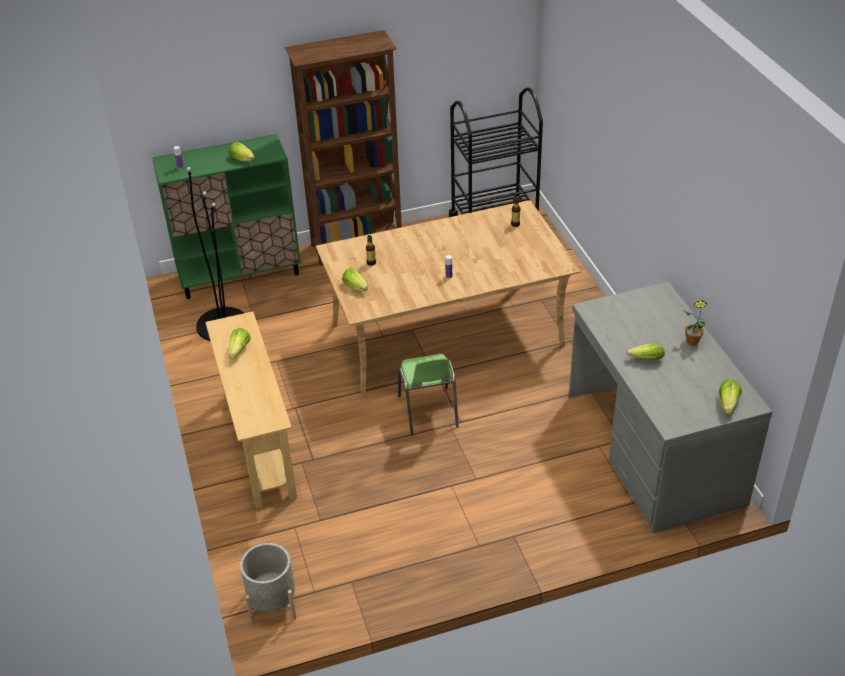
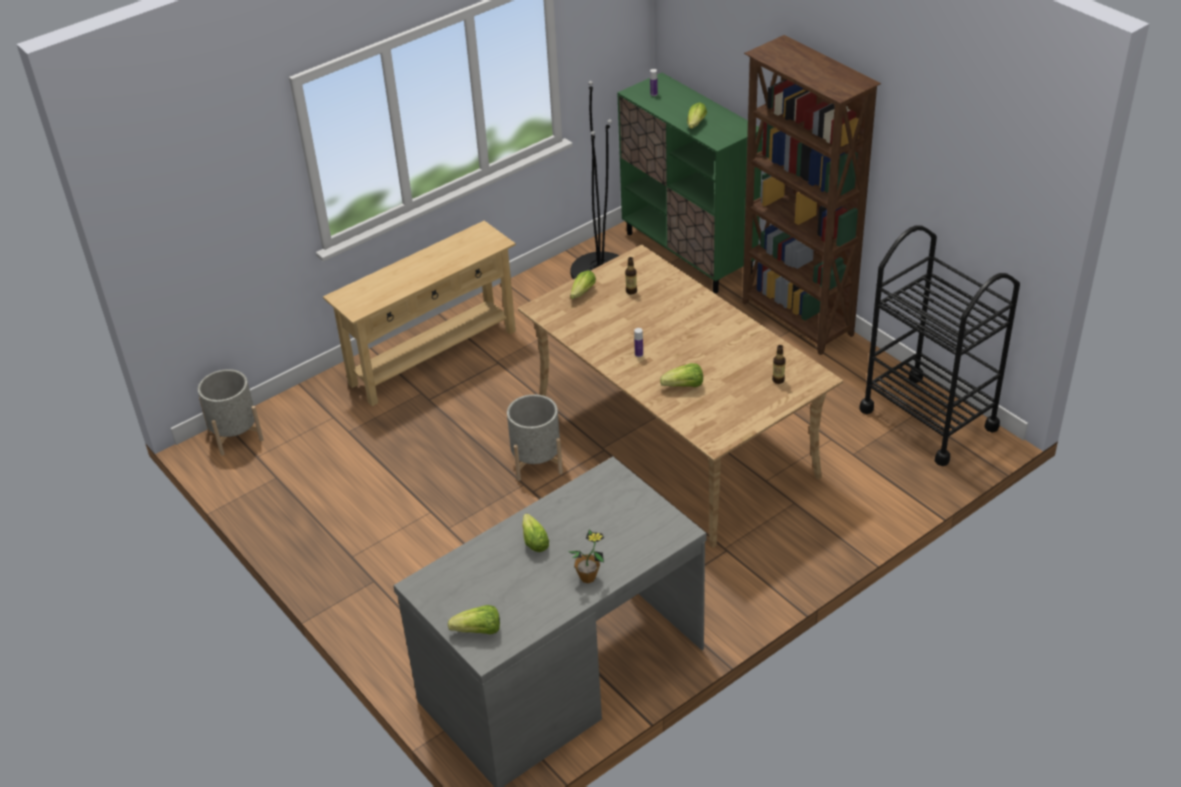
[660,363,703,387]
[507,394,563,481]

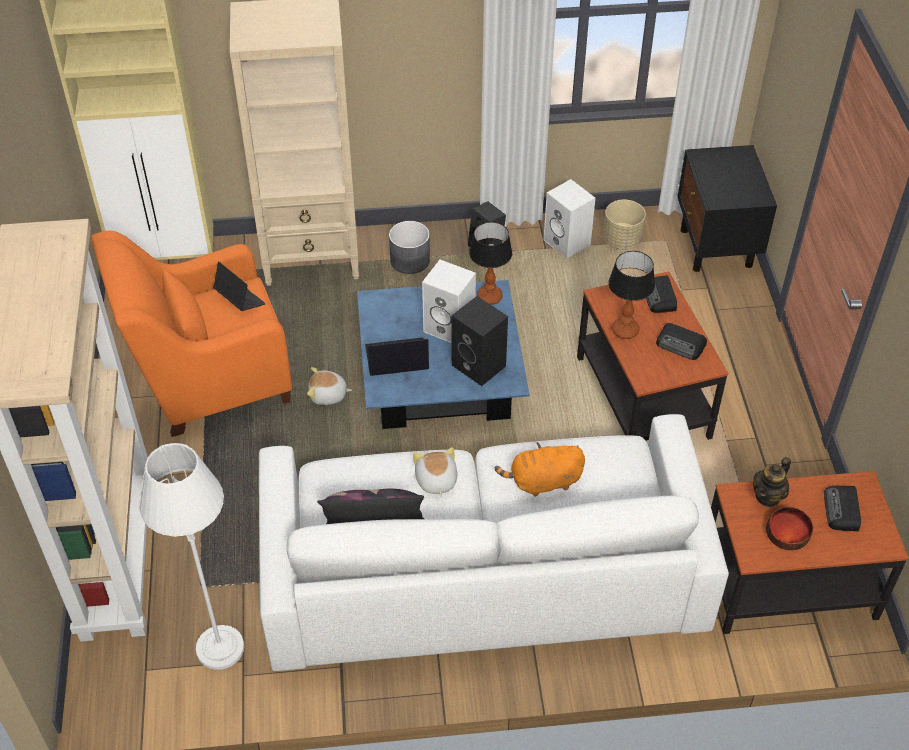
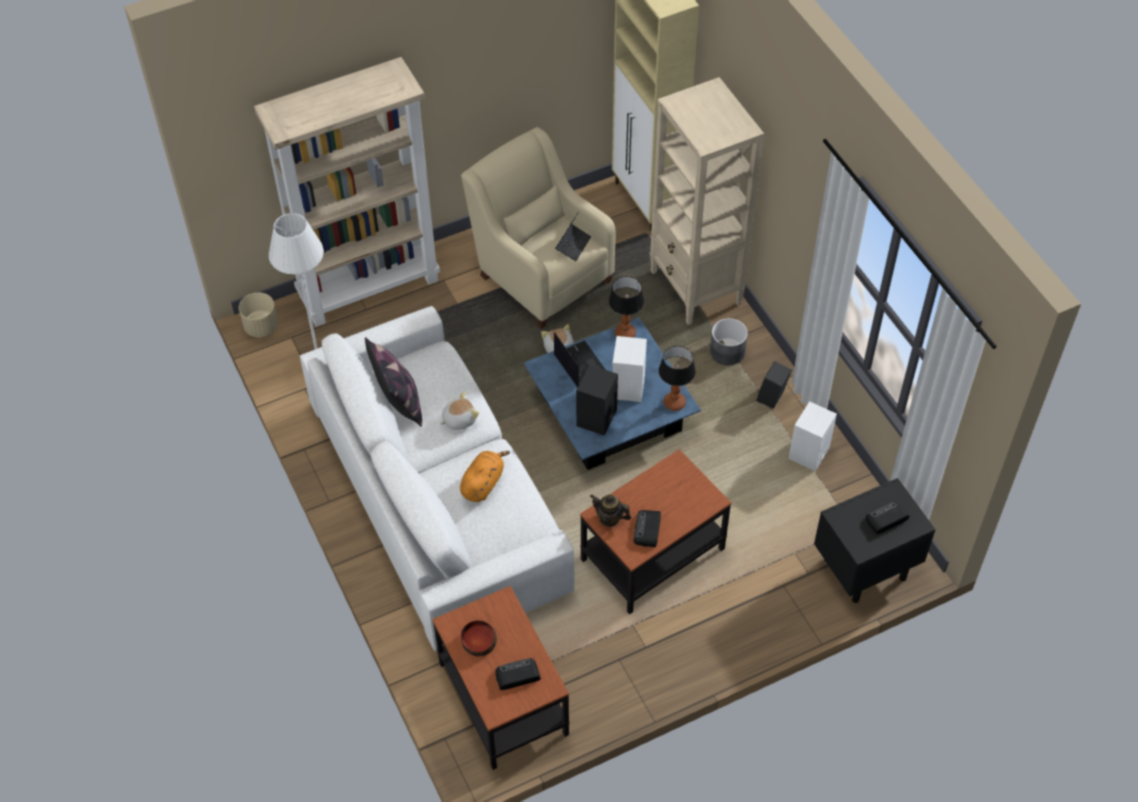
[461,127,615,329]
[460,451,510,502]
[239,293,278,337]
[608,276,644,338]
[866,501,909,534]
[590,494,631,527]

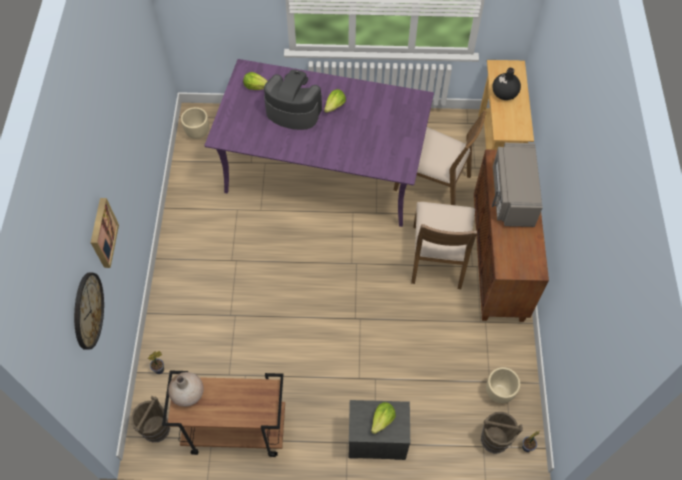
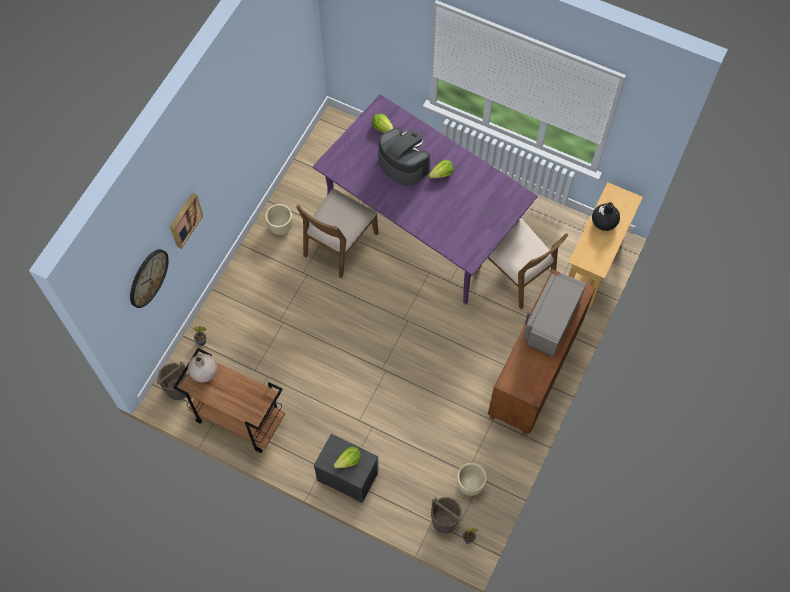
[265,204,293,235]
[296,188,379,278]

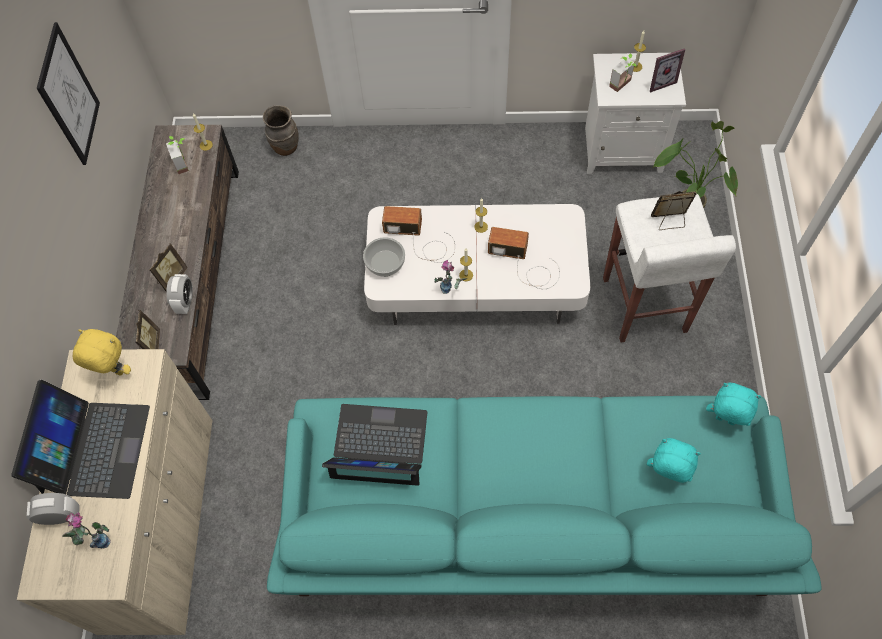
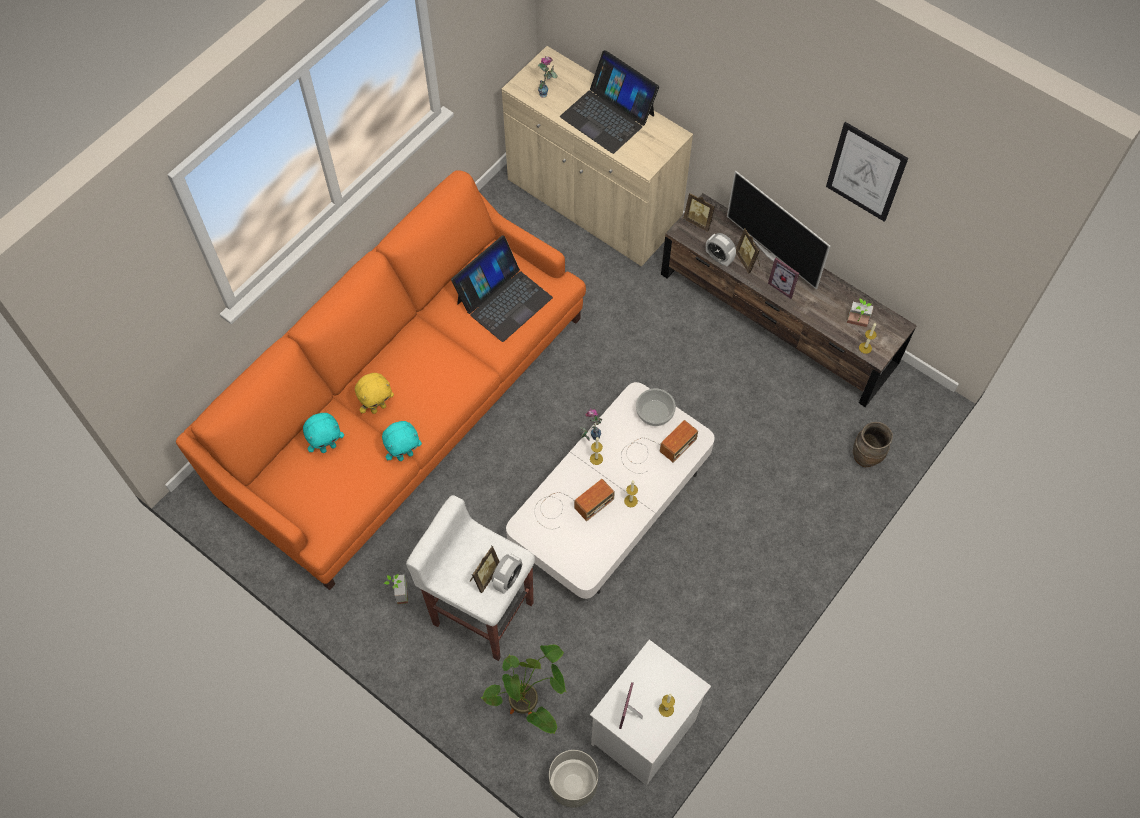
[492,554,522,594]
[355,373,394,414]
[176,170,586,590]
[384,574,408,604]
[382,421,422,461]
[549,750,598,808]
[727,171,830,290]
[768,258,799,299]

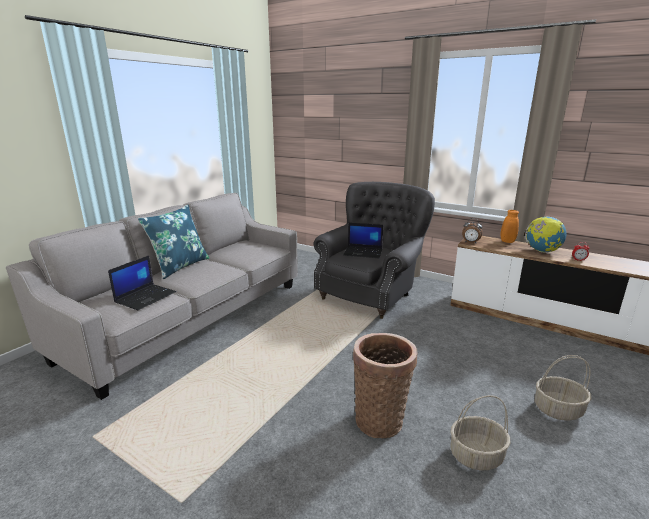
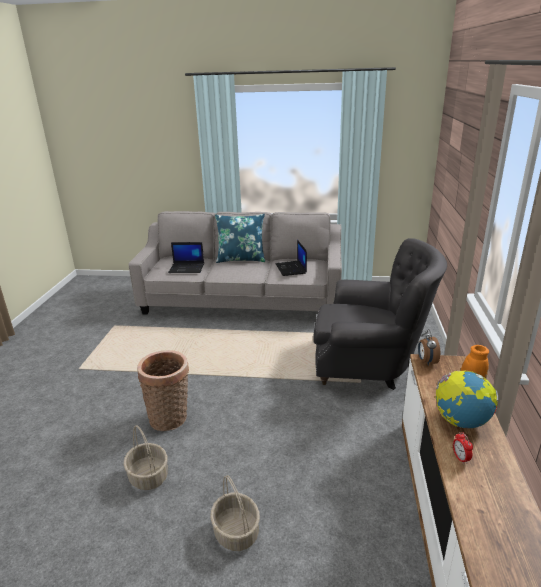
[276,240,307,276]

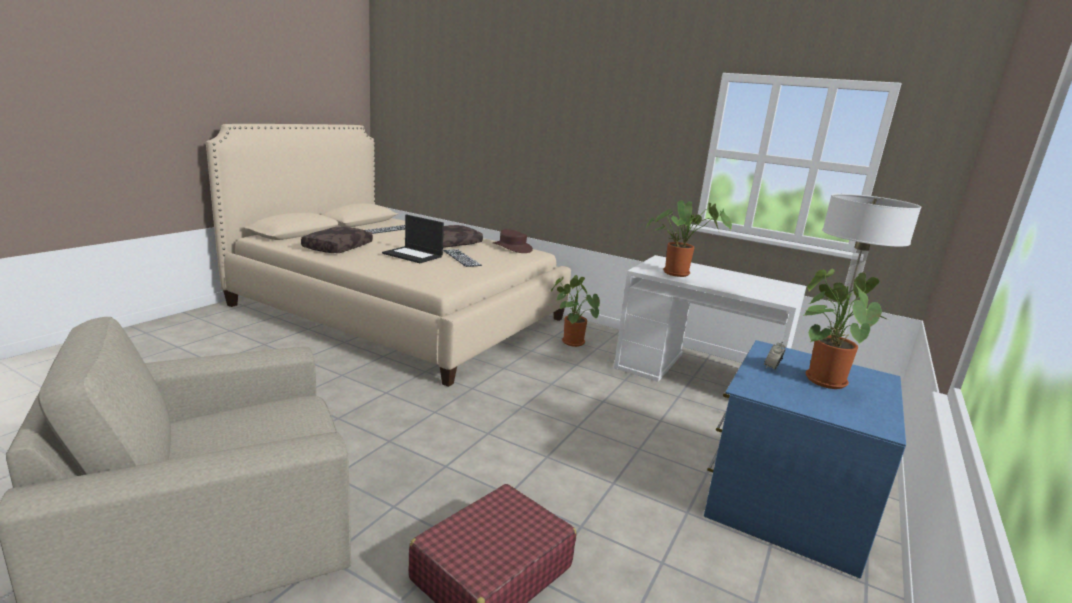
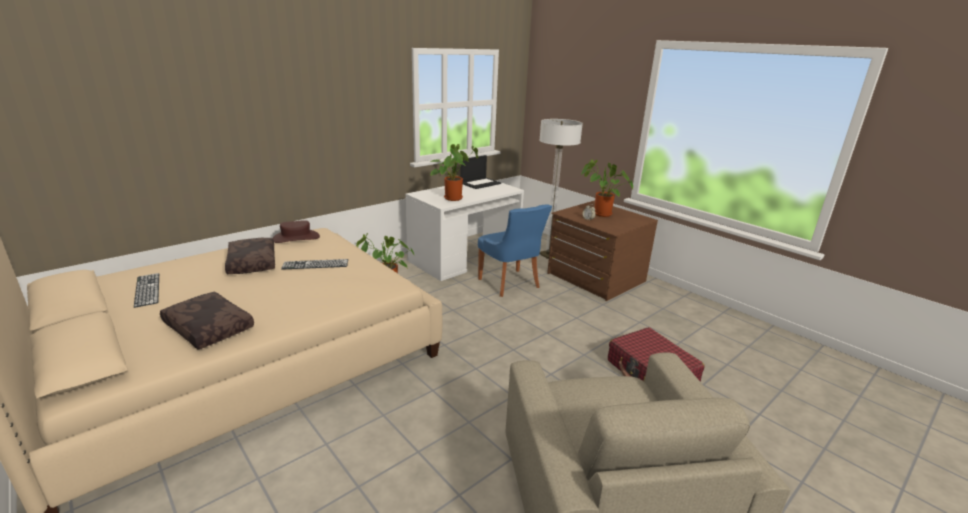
[460,155,501,189]
[547,200,658,301]
[478,205,552,297]

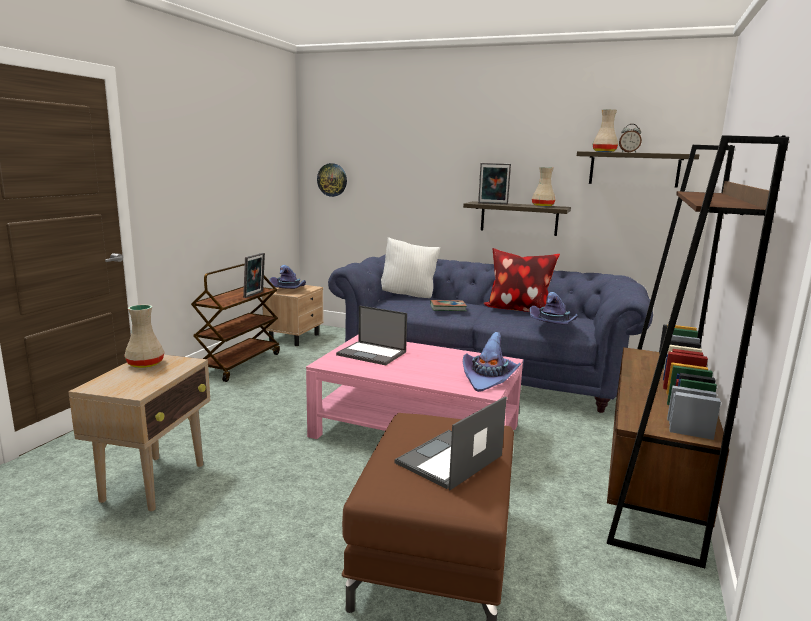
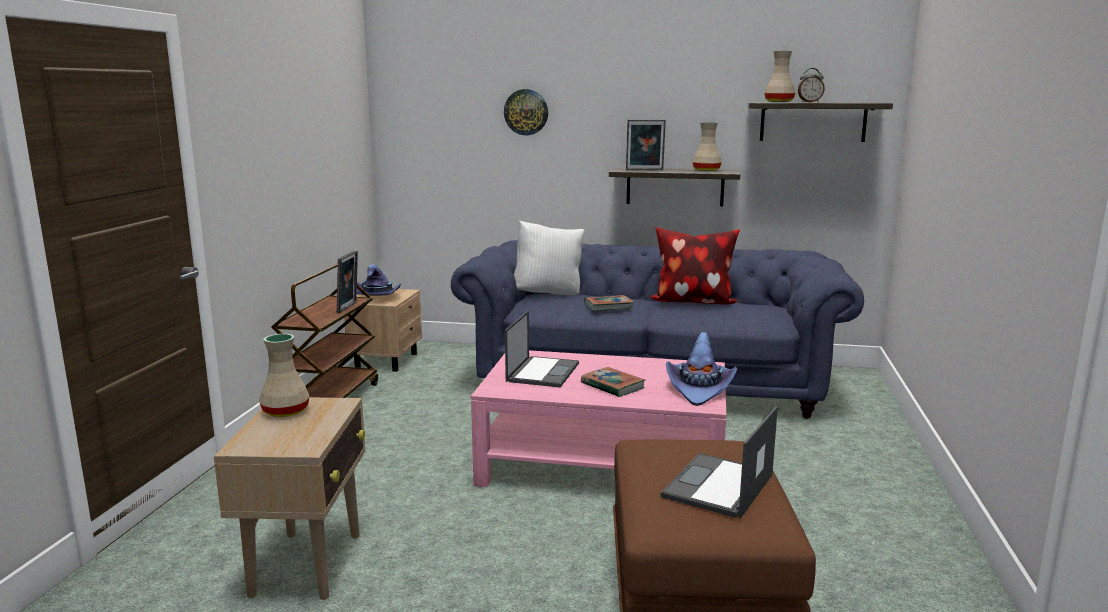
[504,89,548,135]
[505,311,579,388]
[529,292,578,324] (first image)
[607,135,789,568] (first image)
[581,367,645,397]

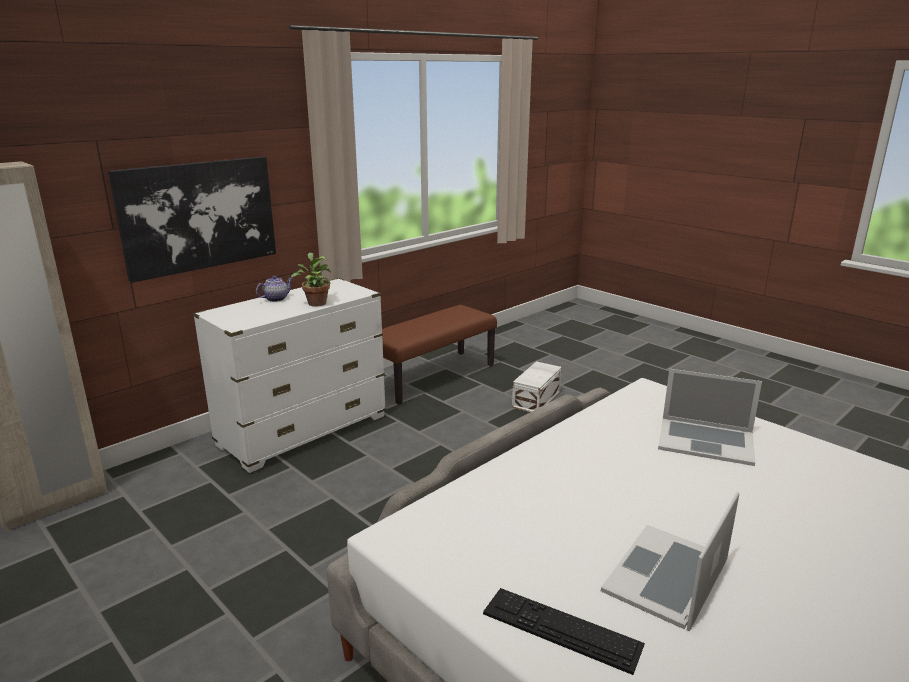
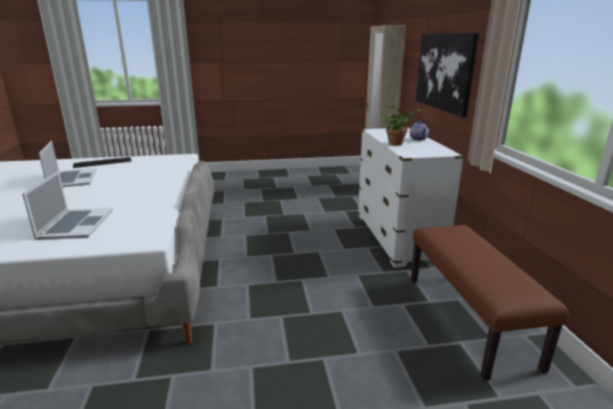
[512,361,562,412] (first image)
[22,171,113,240]

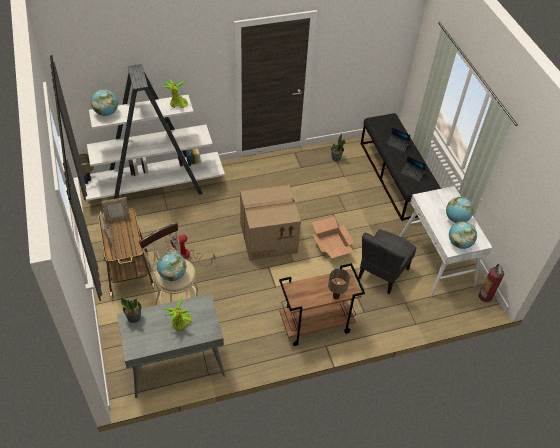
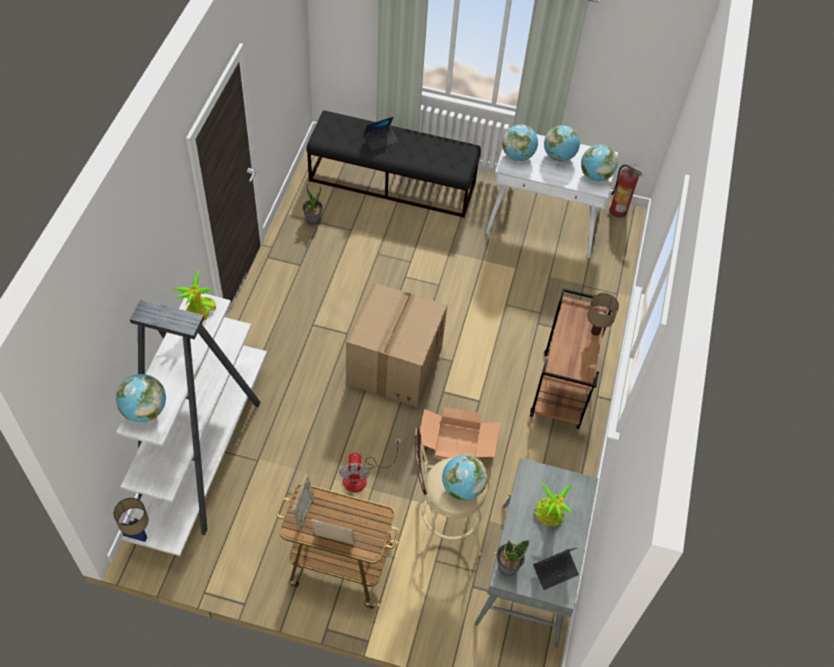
[420,407,500,459]
[358,229,417,294] (first image)
[533,548,579,590]
[502,124,538,161]

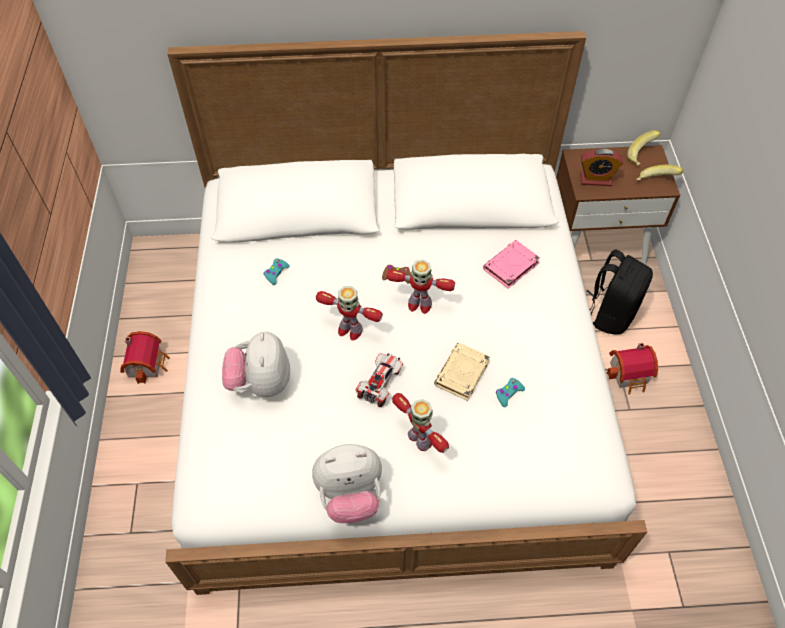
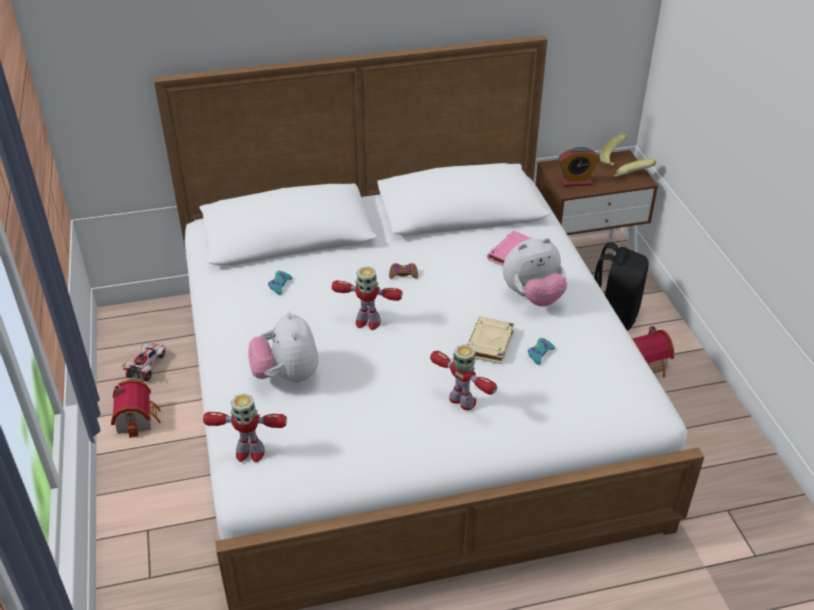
[503,238,567,307]
[122,343,165,381]
[203,393,287,463]

